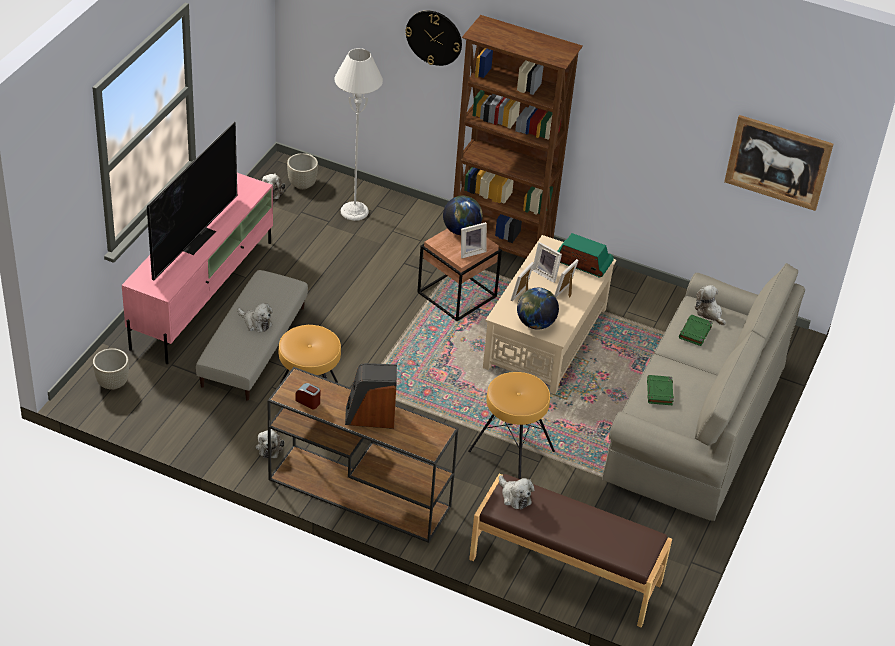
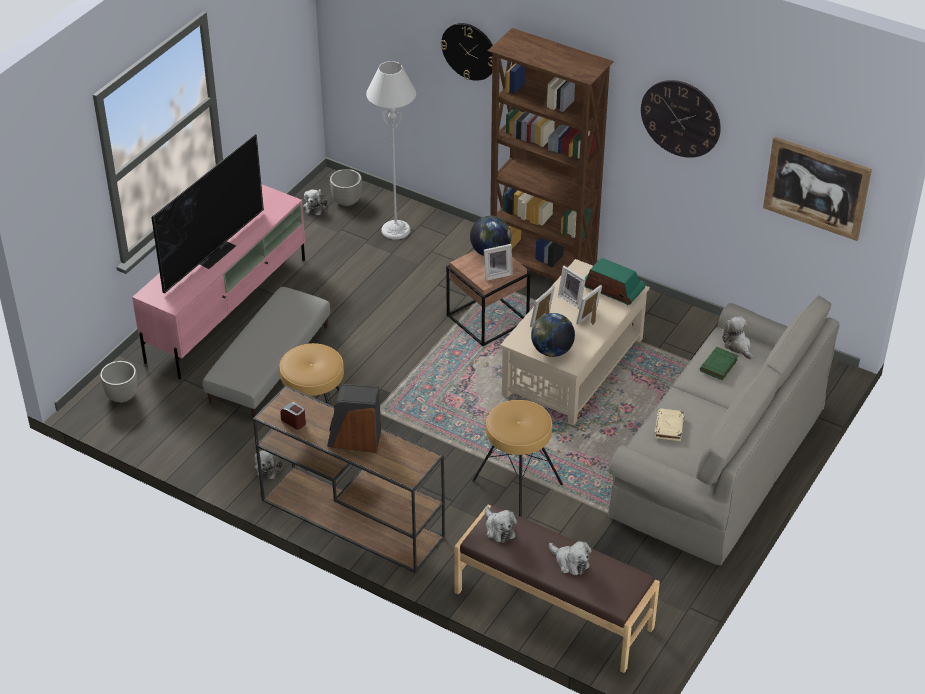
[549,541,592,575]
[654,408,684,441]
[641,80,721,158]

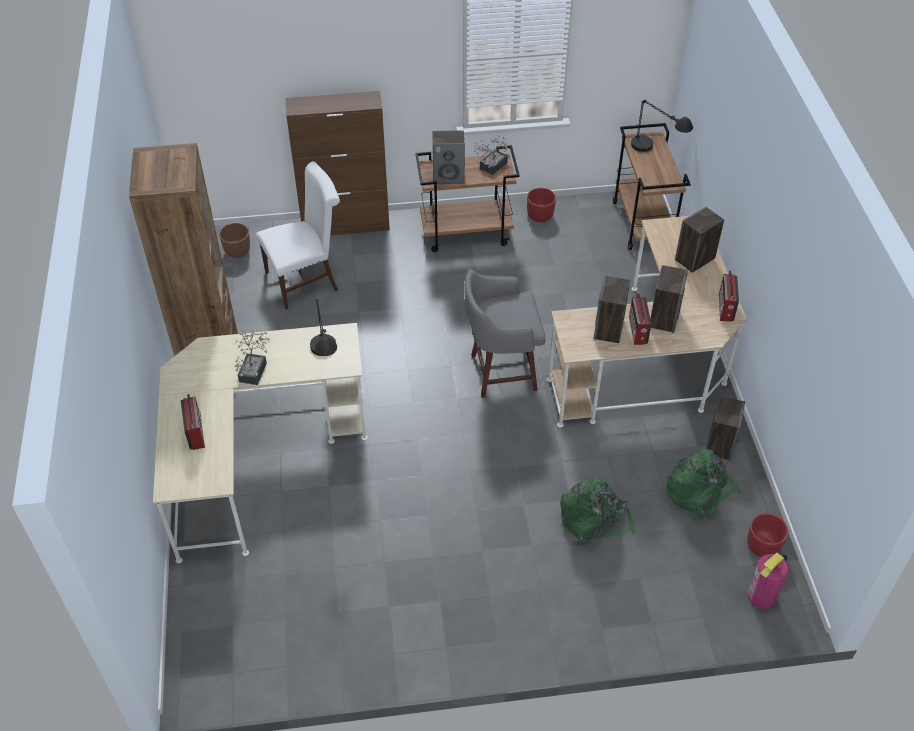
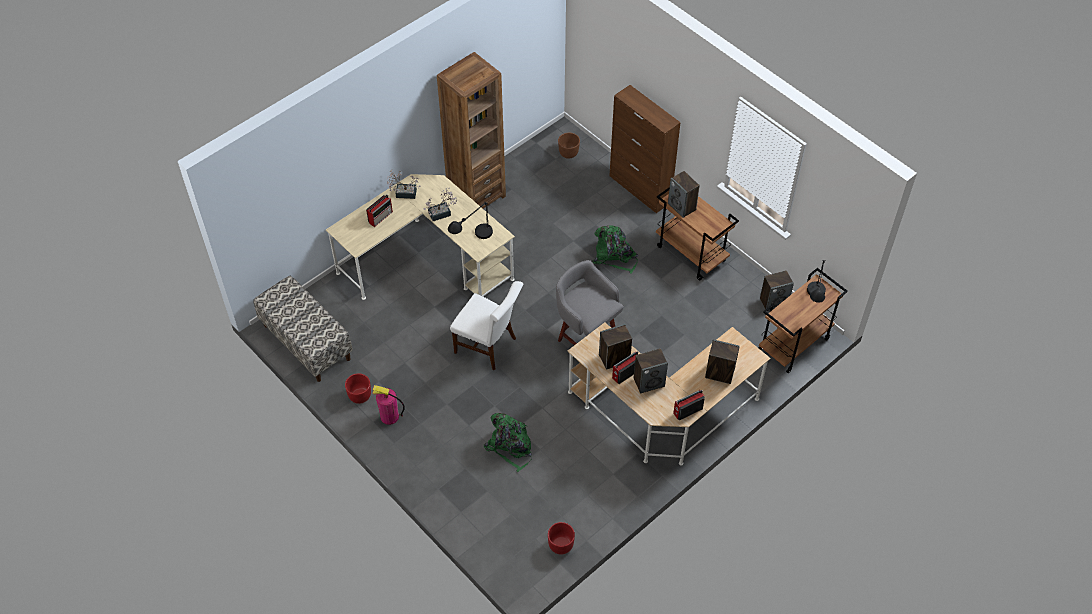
[450,281,523,370]
[387,169,421,199]
[345,374,371,404]
[592,225,638,274]
[760,270,794,311]
[372,385,404,425]
[253,275,353,382]

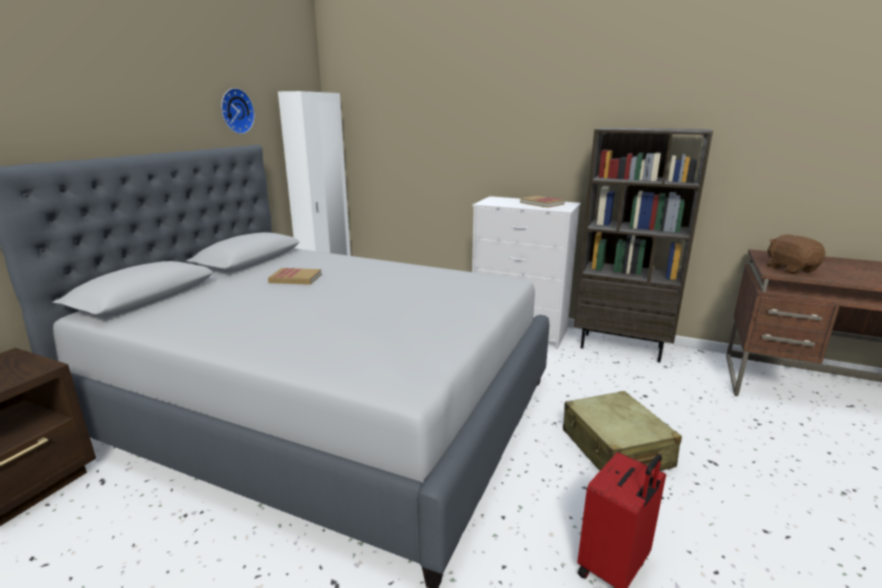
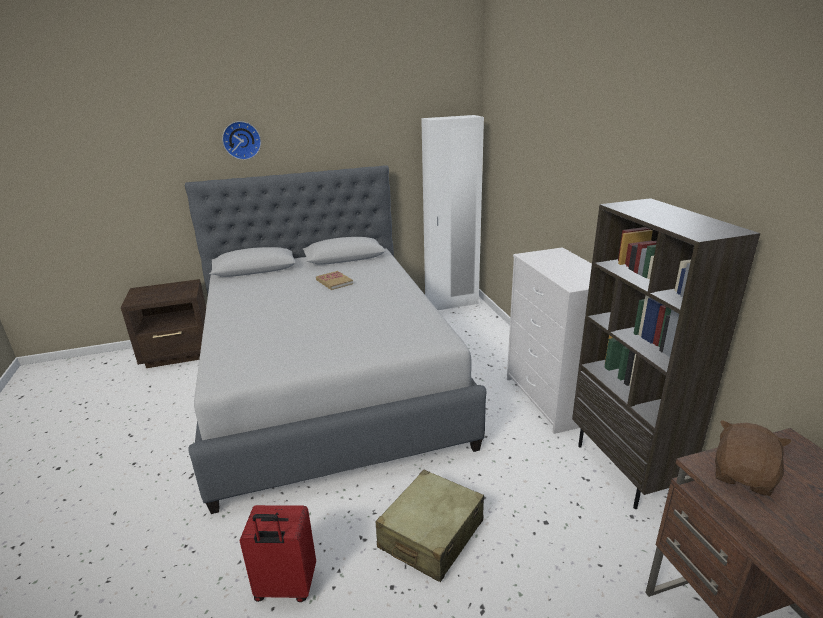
[222,121,261,160]
[520,196,565,208] (first image)

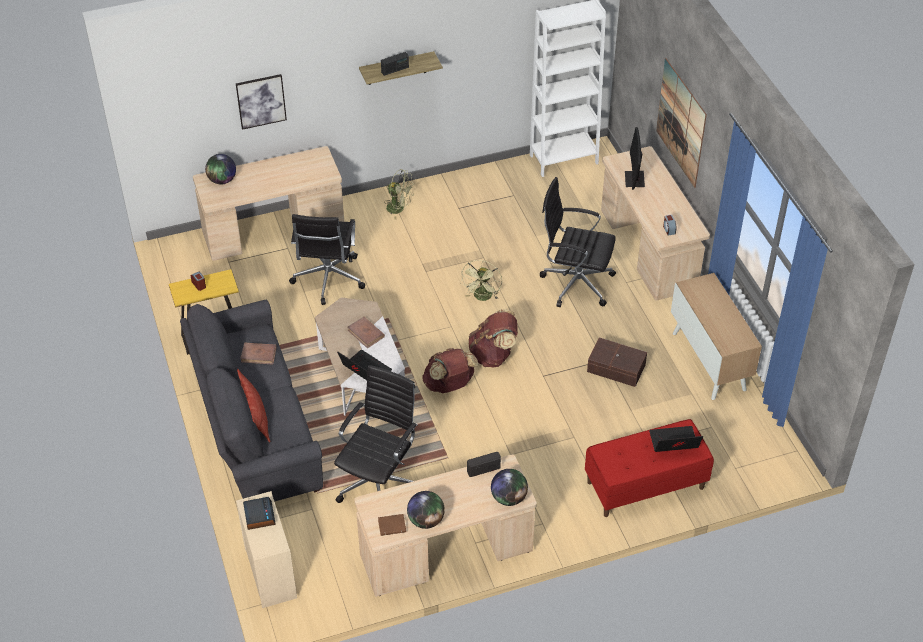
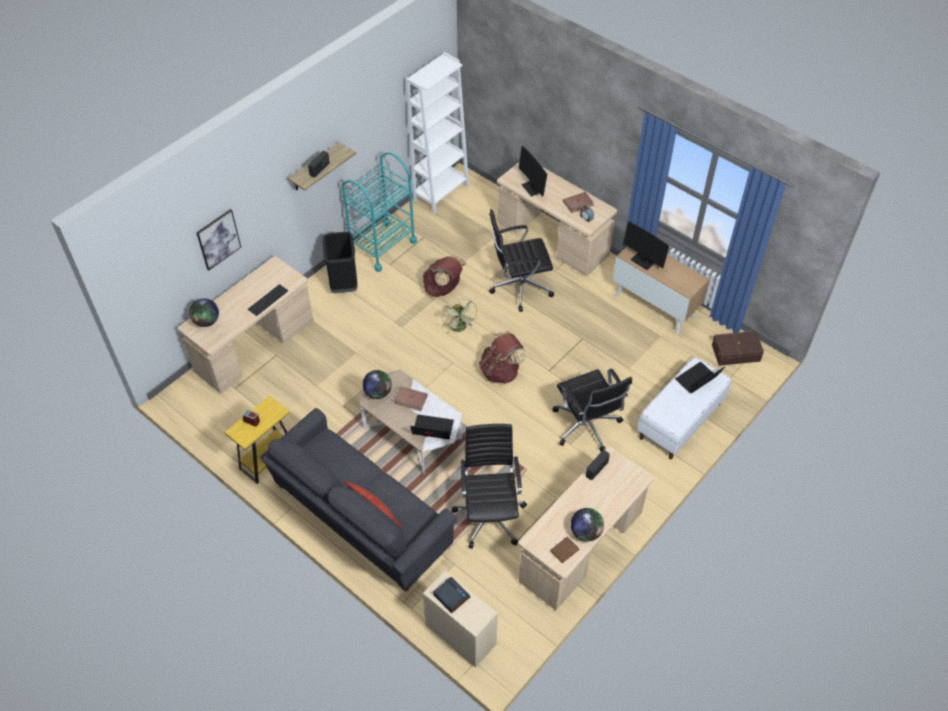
[563,192,594,213]
[552,369,632,452]
[323,231,358,293]
[423,256,466,297]
[363,370,392,399]
[637,357,731,460]
[712,331,764,366]
[656,58,707,188] (first image)
[248,284,288,316]
[342,152,417,272]
[623,221,669,270]

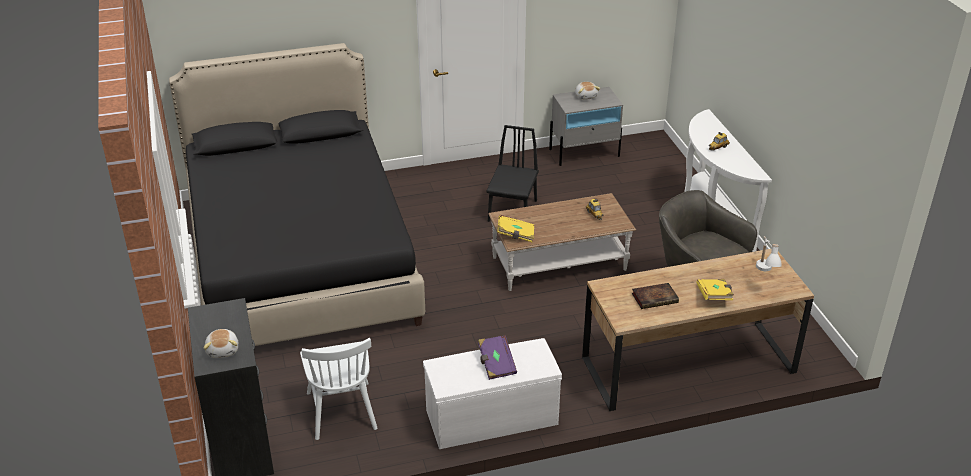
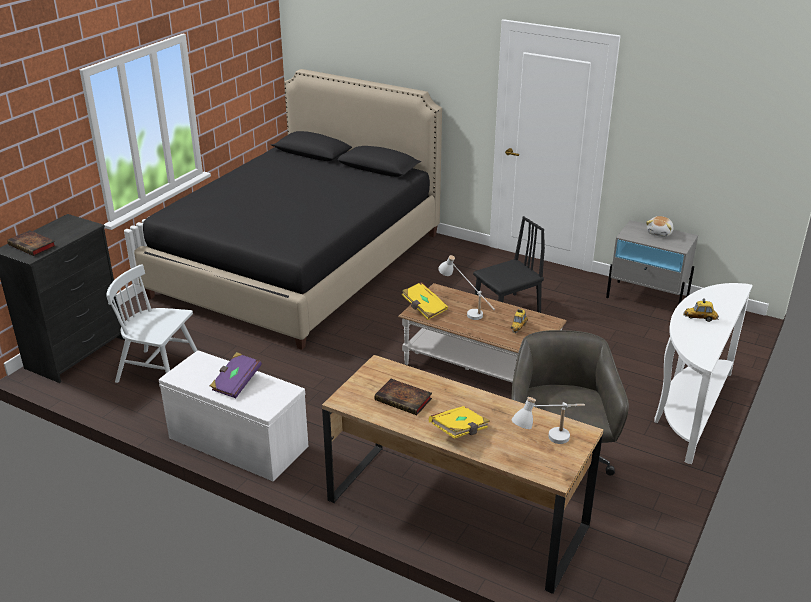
[7,230,56,256]
[106,264,198,383]
[438,255,495,320]

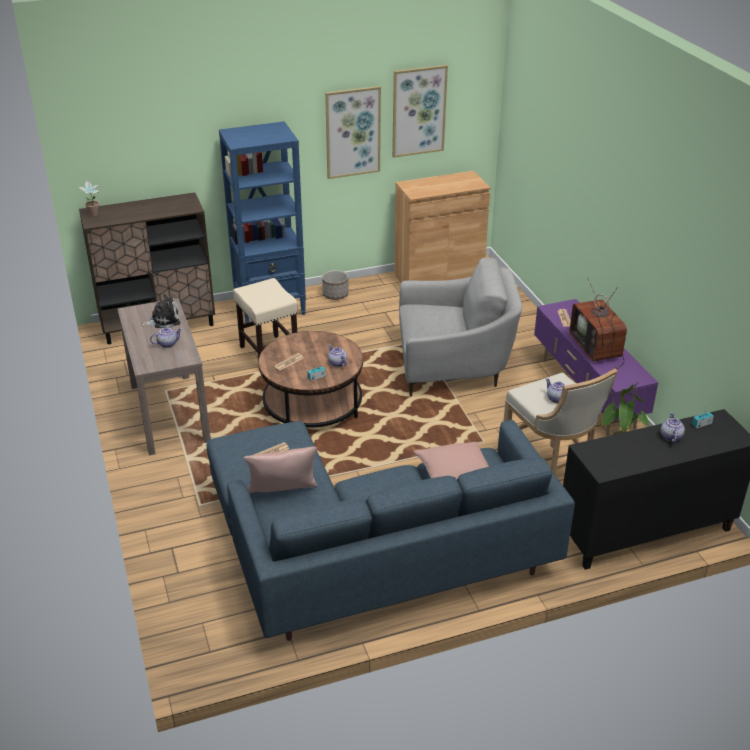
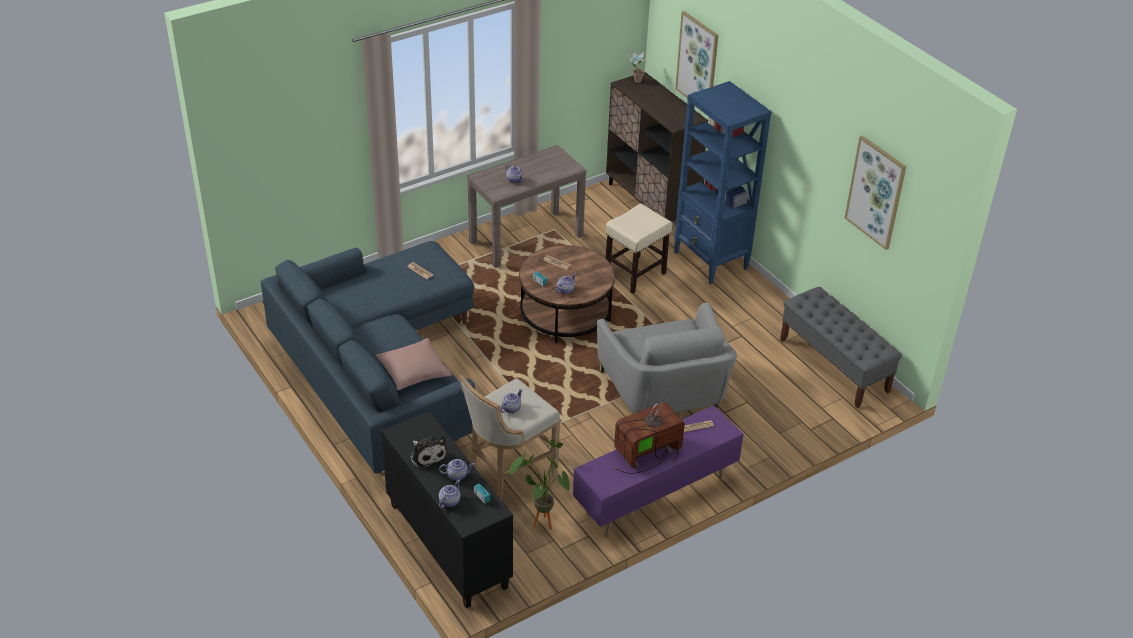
[409,436,447,470]
[243,447,318,493] (first image)
[322,270,349,300] (first image)
[675,11,718,98]
[780,287,902,408]
[439,479,461,508]

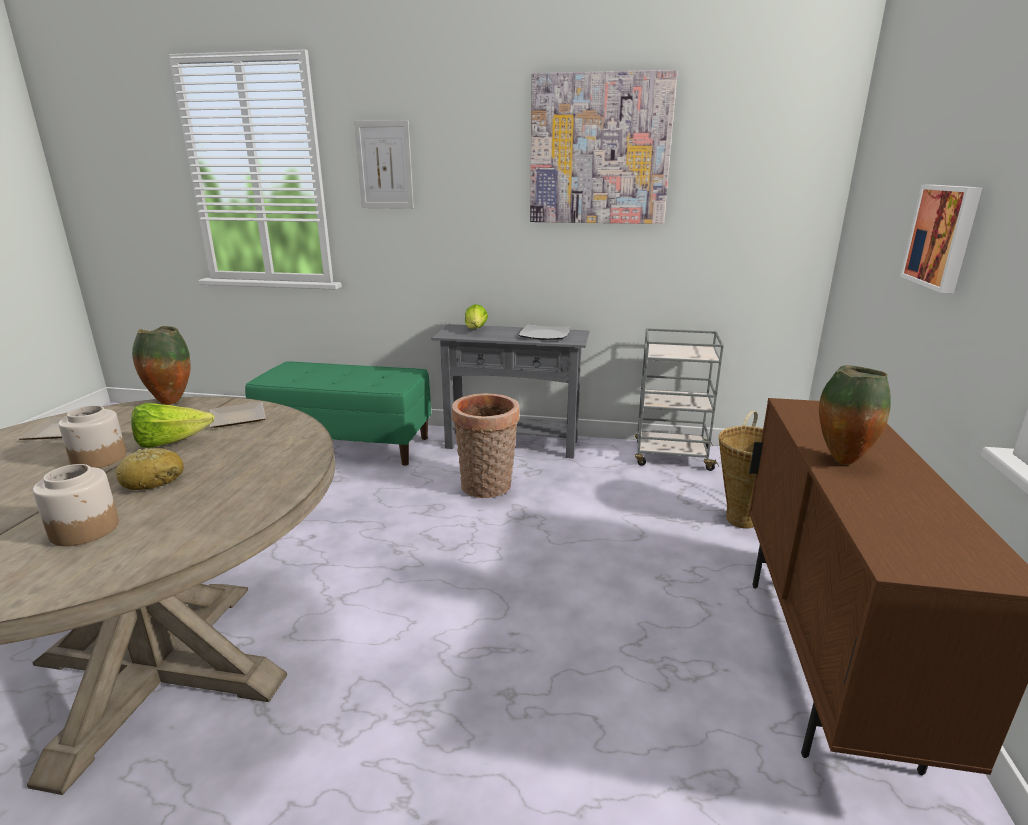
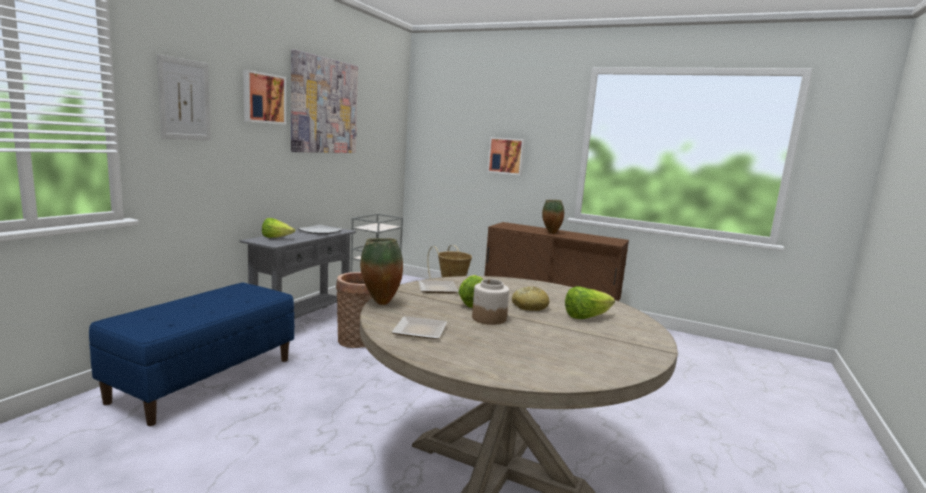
[565,286,615,319]
[89,283,294,426]
[243,70,286,125]

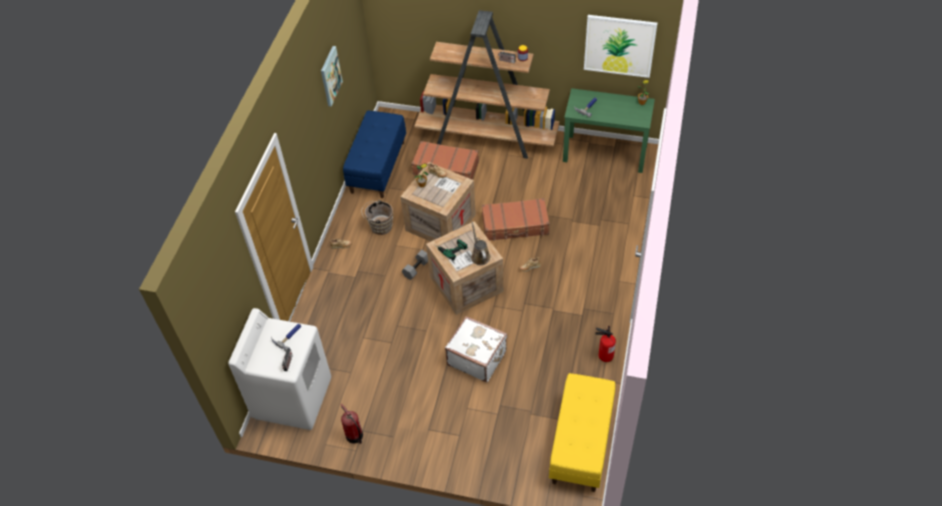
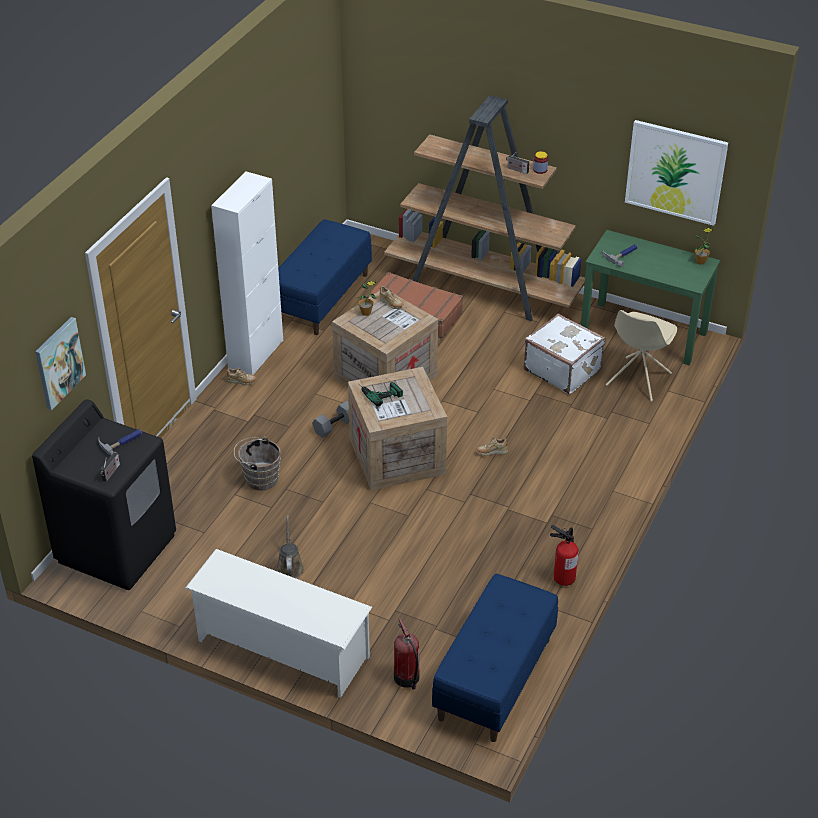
[32,399,176,590]
[35,317,86,410]
[394,618,420,690]
[234,437,281,491]
[524,314,606,394]
[276,516,304,579]
[482,198,550,241] (first image)
[432,574,558,742]
[185,549,372,698]
[211,171,283,375]
[606,310,677,401]

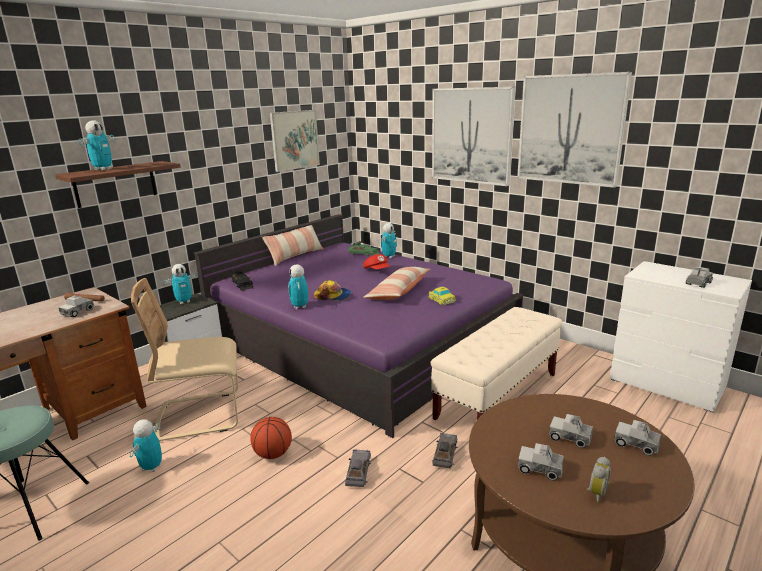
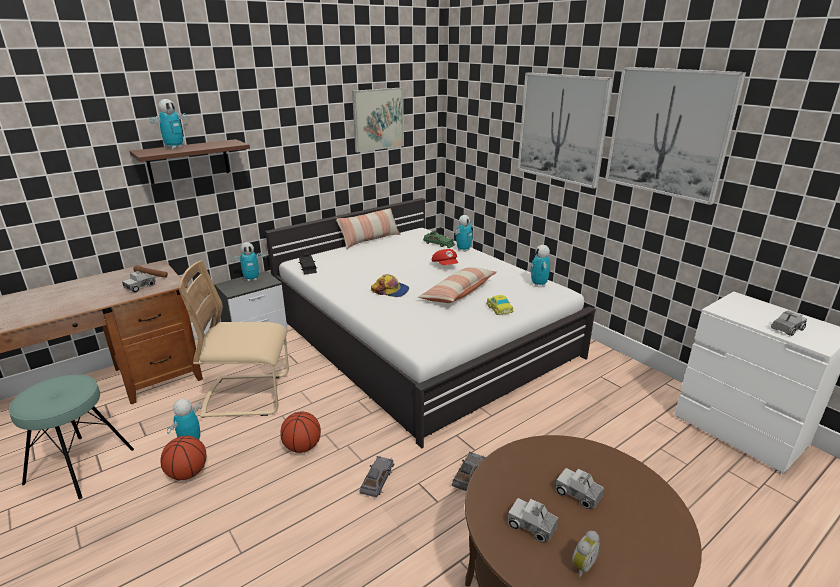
[265,198,596,449]
[530,245,550,287]
[431,307,562,421] (first image)
[614,420,661,456] (first image)
[161,436,206,480]

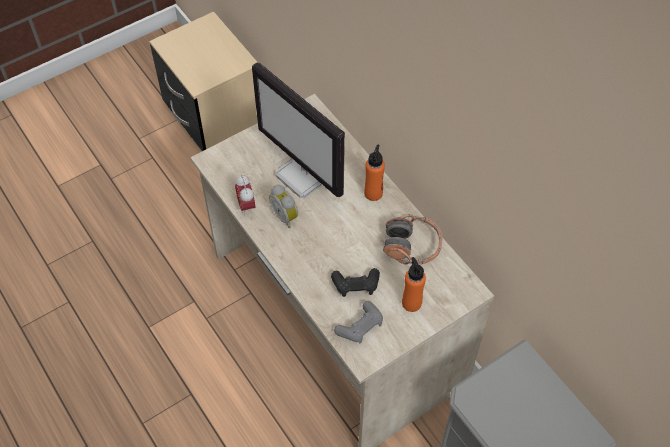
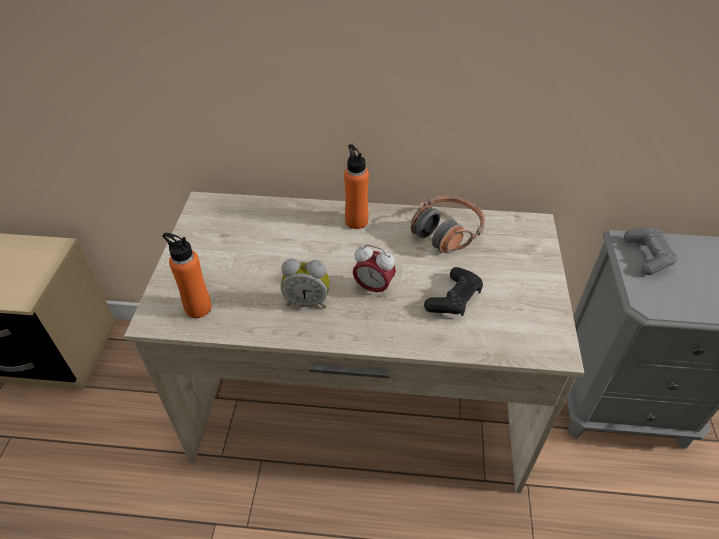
[353,244,396,297]
[252,62,345,198] (first image)
[624,228,678,275]
[162,233,212,318]

